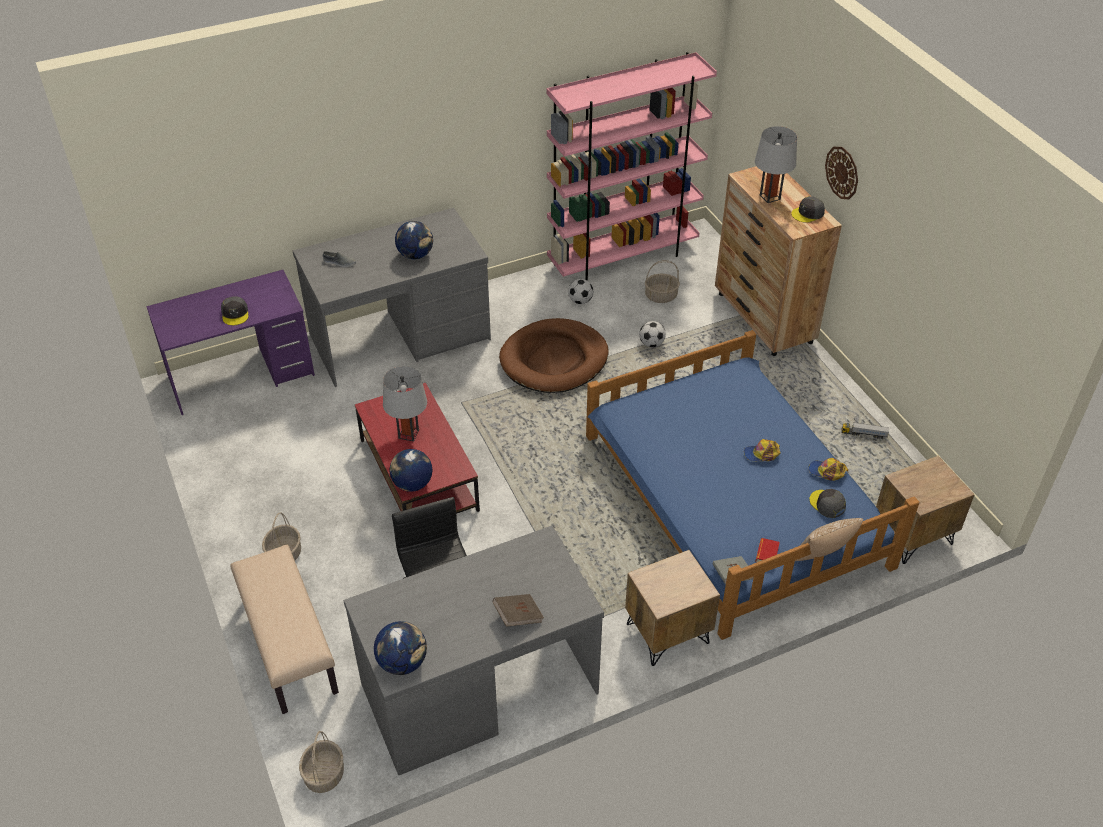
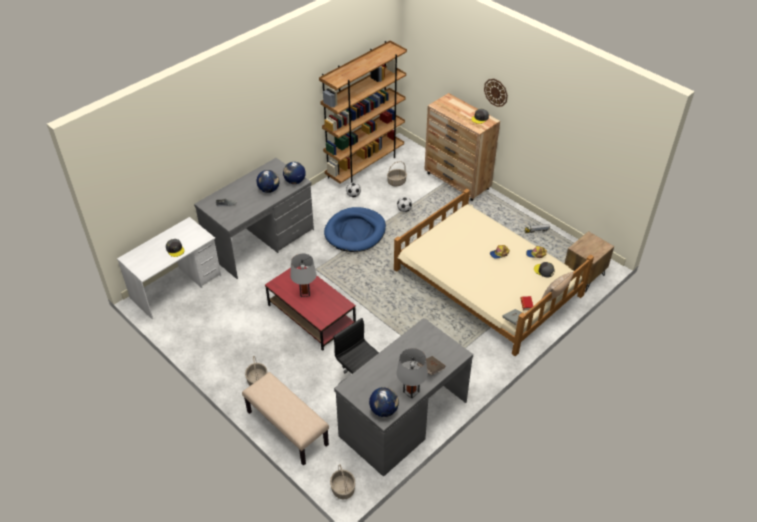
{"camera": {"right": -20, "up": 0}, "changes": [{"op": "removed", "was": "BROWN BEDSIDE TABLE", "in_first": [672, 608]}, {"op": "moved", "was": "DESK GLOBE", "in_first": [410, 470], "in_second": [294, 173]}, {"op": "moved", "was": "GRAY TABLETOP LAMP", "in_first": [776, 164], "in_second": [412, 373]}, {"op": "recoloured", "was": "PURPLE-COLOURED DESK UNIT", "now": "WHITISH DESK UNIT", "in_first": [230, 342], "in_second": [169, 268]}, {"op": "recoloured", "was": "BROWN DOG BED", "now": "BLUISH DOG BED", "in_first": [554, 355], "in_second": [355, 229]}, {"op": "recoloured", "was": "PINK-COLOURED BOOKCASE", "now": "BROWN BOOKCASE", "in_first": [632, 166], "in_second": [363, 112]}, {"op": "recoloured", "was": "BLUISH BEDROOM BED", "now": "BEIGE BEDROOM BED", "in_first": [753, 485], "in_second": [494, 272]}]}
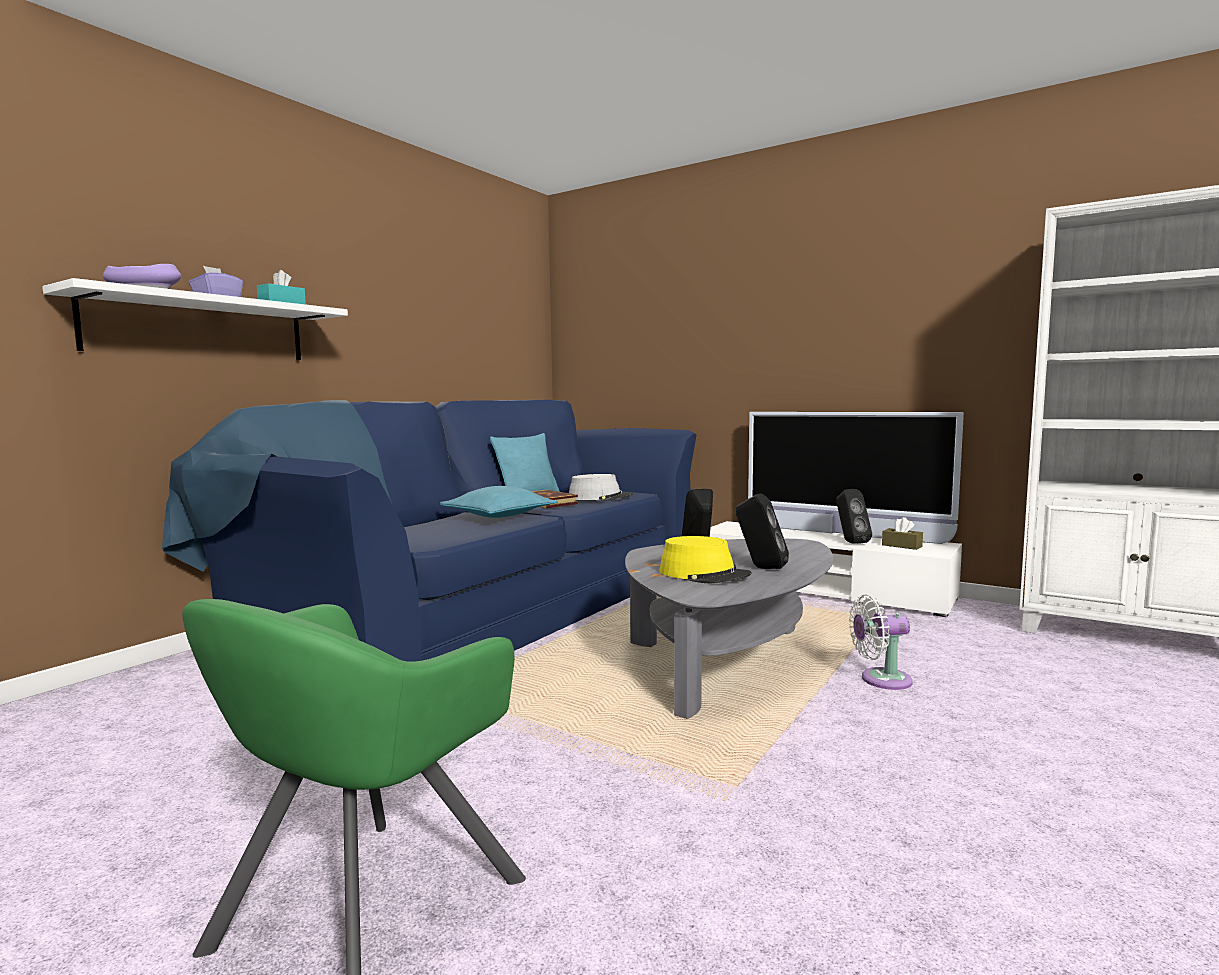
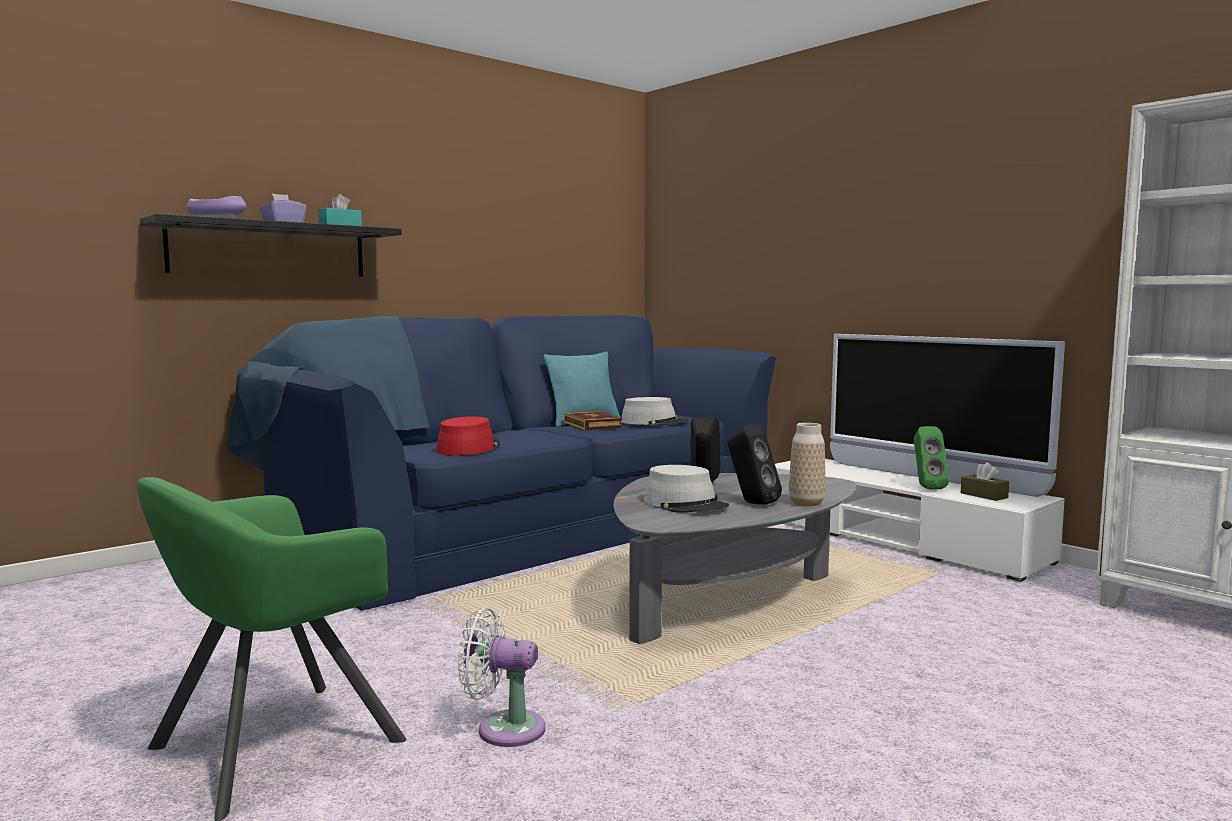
{"camera": {"right": 15, "up": 0}, "changes": [{"op": "removed", "was": "TURQUOISE-COLOURED CUSHION", "in_first": [499, 502]}, {"op": "added", "now": "RED-COLOURED CLOTHING HAT", "in_second": [468, 436]}, {"op": "added", "now": "FLOWER VASE", "in_second": [807, 464]}, {"op": "moved", "was": "WHITISH COOLING FAN", "in_first": [881, 642], "in_second": [501, 677]}, {"op": "recoloured", "was": "WHITISH BRACKET SHELF", "now": "BLACK-COLOURED BRACKET SHELF", "in_first": [195, 319], "in_second": [271, 245]}, {"op": "recoloured", "was": "YELLOW CLOTHING HAT", "now": "GRAY CLOTHING HAT", "in_first": [706, 560], "in_second": [686, 489]}, {"op": "recoloured", "was": "BLACK-COLOURED LOUDSPEAKER", "now": "GREEN LOUDSPEAKER", "in_first": [854, 516], "in_second": [931, 457]}]}
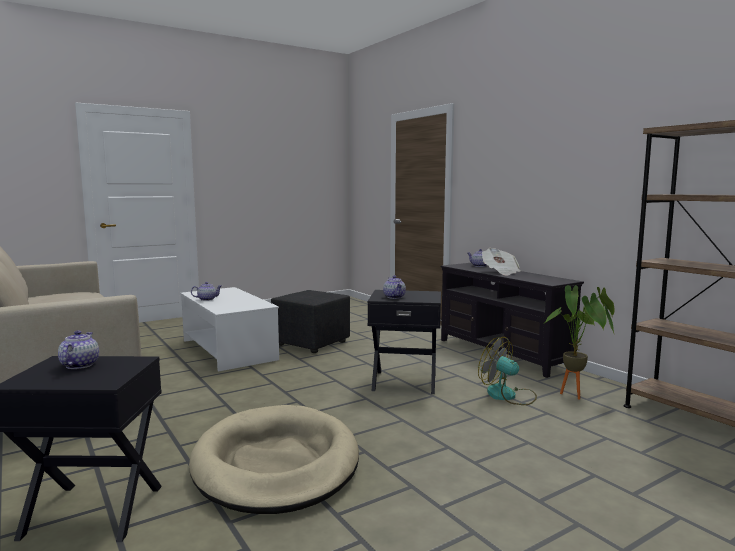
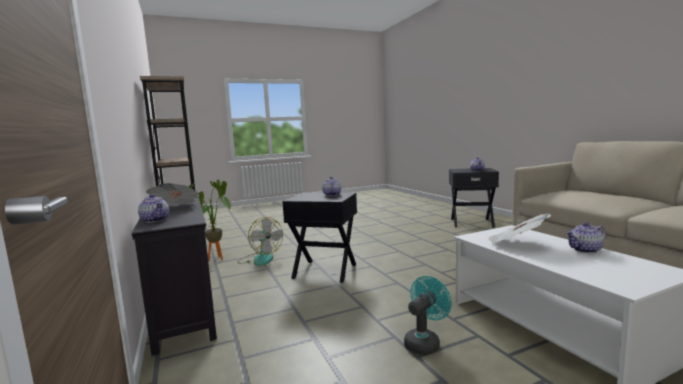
{"camera": {"right": -170, "up": 0}, "changes": [{"op": "removed", "was": "BEIGE DOG BED", "in_first": [274, 459]}, {"op": "added", "now": "PRINTED PAPER", "in_second": [520, 229]}, {"op": "replaced", "was": "BLACK-COLOURED FOOTREST", "now": "TURQUOISE-COLOURED COOLING FAN", "in_first": [310, 321], "in_second": [428, 315]}]}
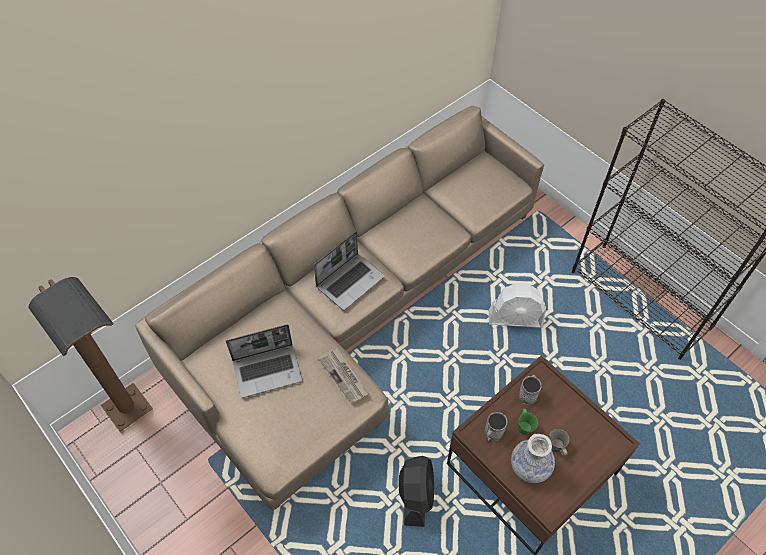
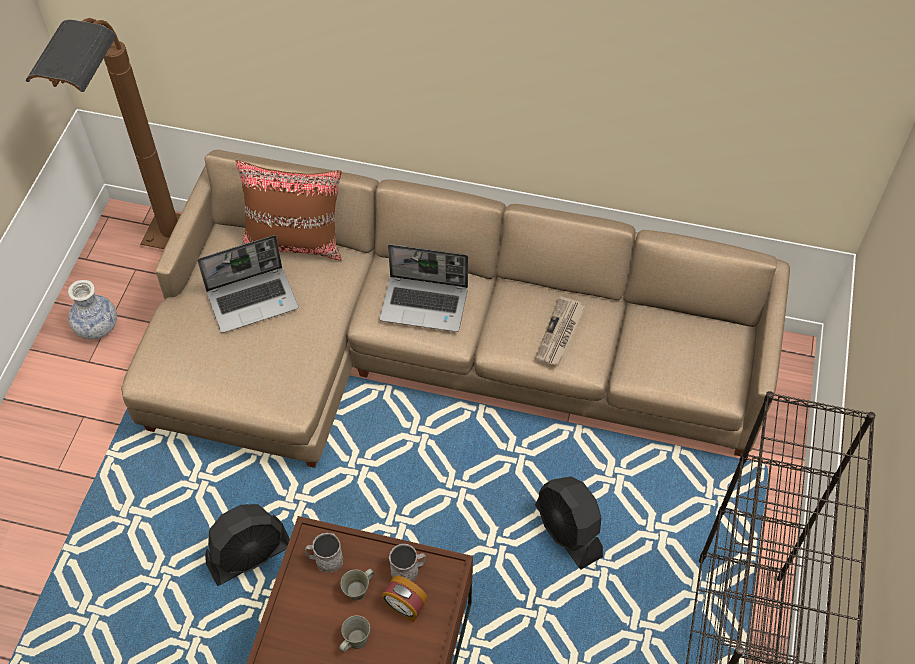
{"camera": {"right": 55, "up": 0}, "changes": [{"op": "added", "now": "BROWN CUSHION", "in_second": [288, 210]}, {"op": "added", "now": "ALARM CLOCK", "in_second": [405, 599]}, {"op": "moved", "was": "PRINTED PAPER", "in_first": [343, 376], "in_second": [560, 331]}, {"op": "moved", "was": "FLOWER VASE", "in_first": [533, 458], "in_second": [92, 309]}, {"op": "recoloured", "was": "WHITISH COOLING FAN", "now": "BLACK-COLOURED COOLING FAN", "in_first": [517, 305], "in_second": [569, 523]}, {"op": "recoloured", "was": "GREEN MUG", "now": "GRAY MUG", "in_first": [528, 422], "in_second": [357, 585]}, {"op": "turned", "was": "PORTABLE COMPUTER", "in_first": [264, 361], "in_second": [247, 284], "clockwise": -60}]}
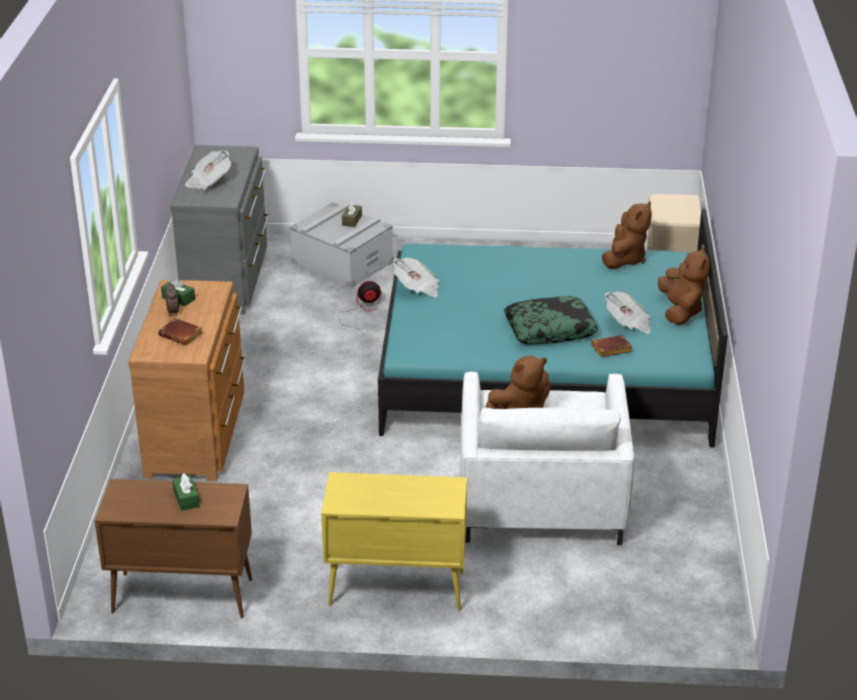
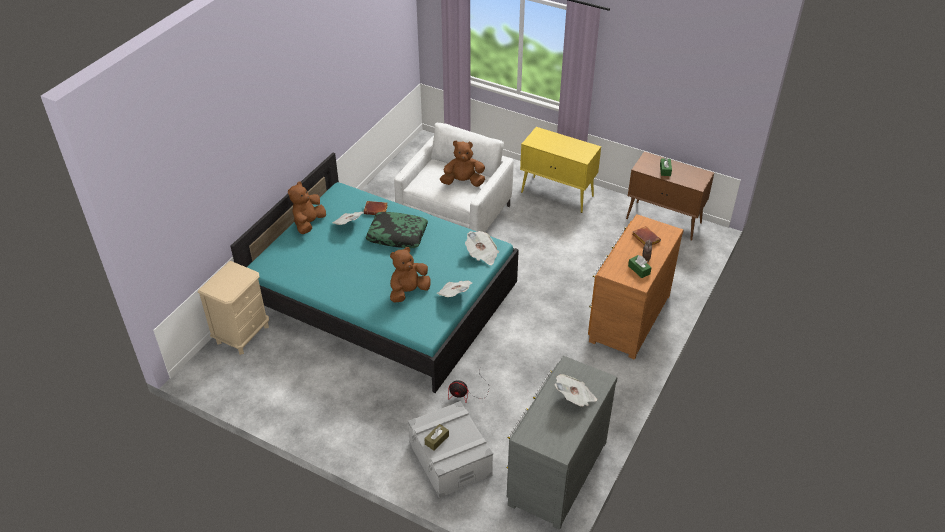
{"camera": {"right": -155, "up": 10}, "changes": [{"op": "added", "now": "PRINTED PAPER", "in_second": [482, 248]}, {"op": "moved", "was": "BROWN CUDDLY TOY", "in_first": [627, 235], "in_second": [410, 275]}]}
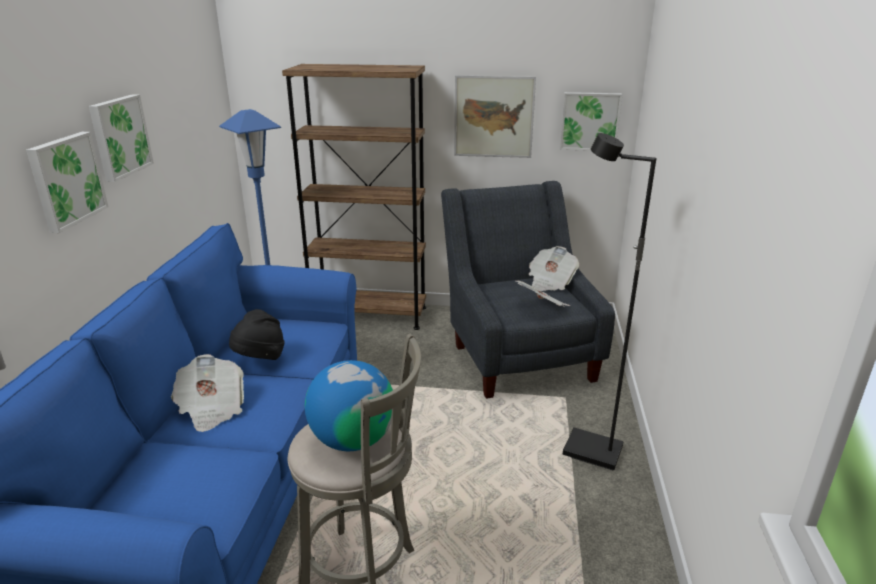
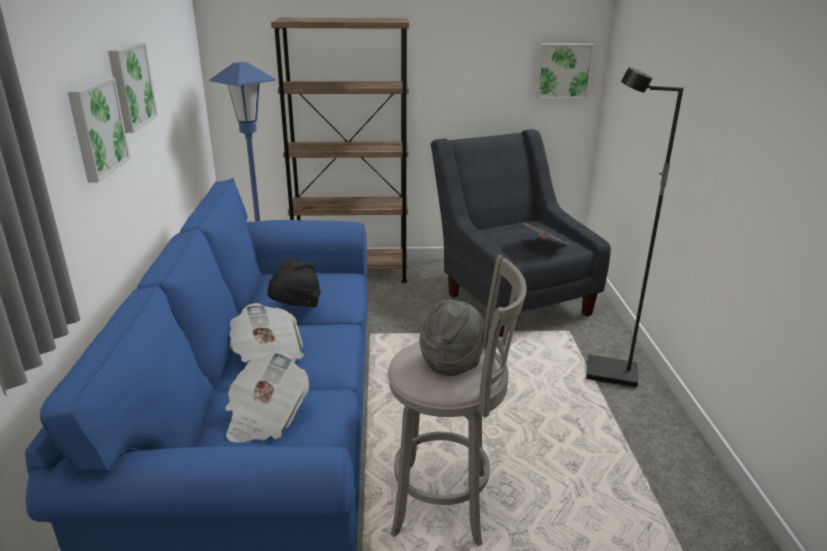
{"camera": {"right": -10, "up": 0}, "changes": [{"op": "removed", "was": "PICTURE", "in_first": [495, 116]}, {"op": "moved", "was": "PRINTED PAPER", "in_first": [554, 268], "in_second": [267, 397]}, {"op": "replaced", "was": "DESK GLOBE", "now": "GRAY CLOTHING HAT", "in_first": [349, 405], "in_second": [451, 338]}]}
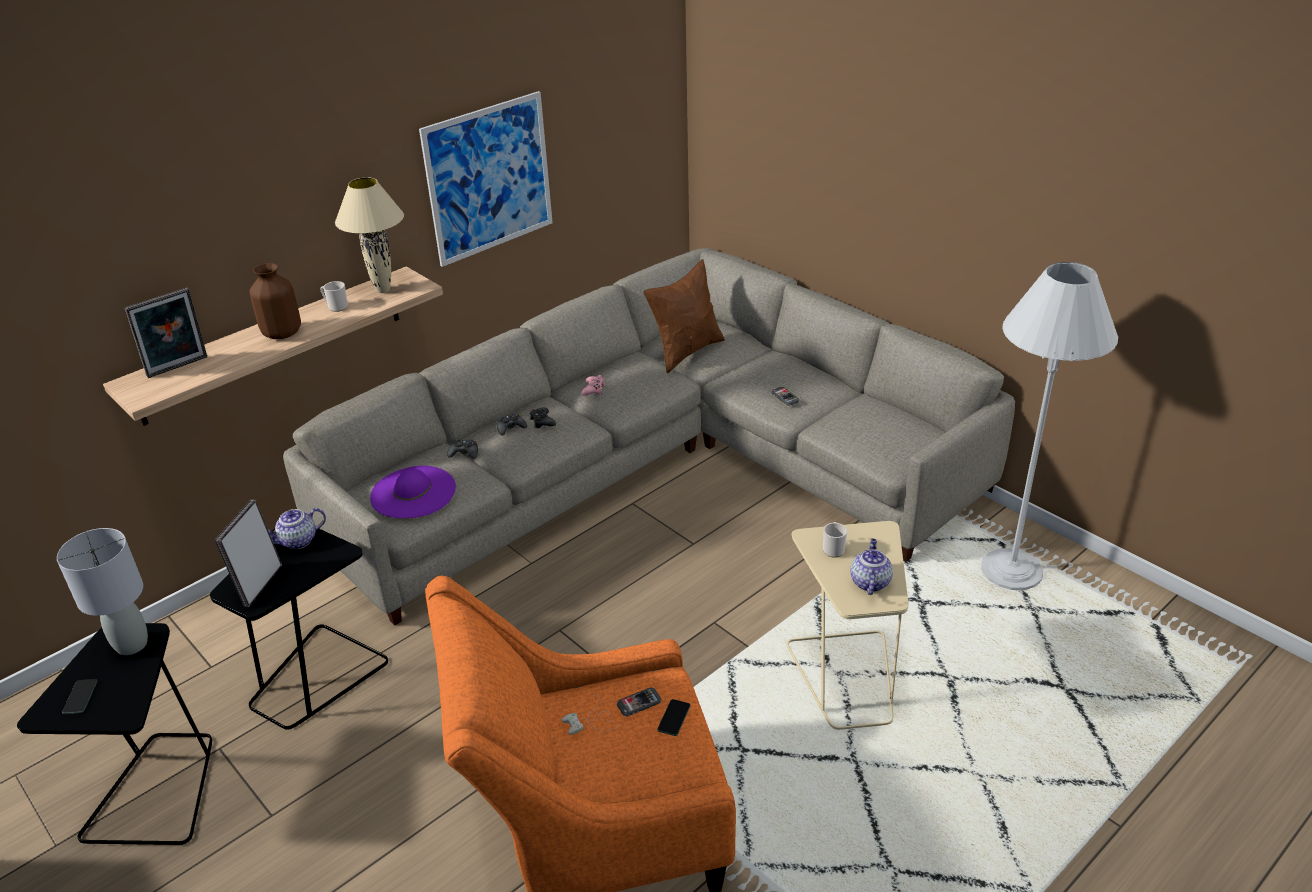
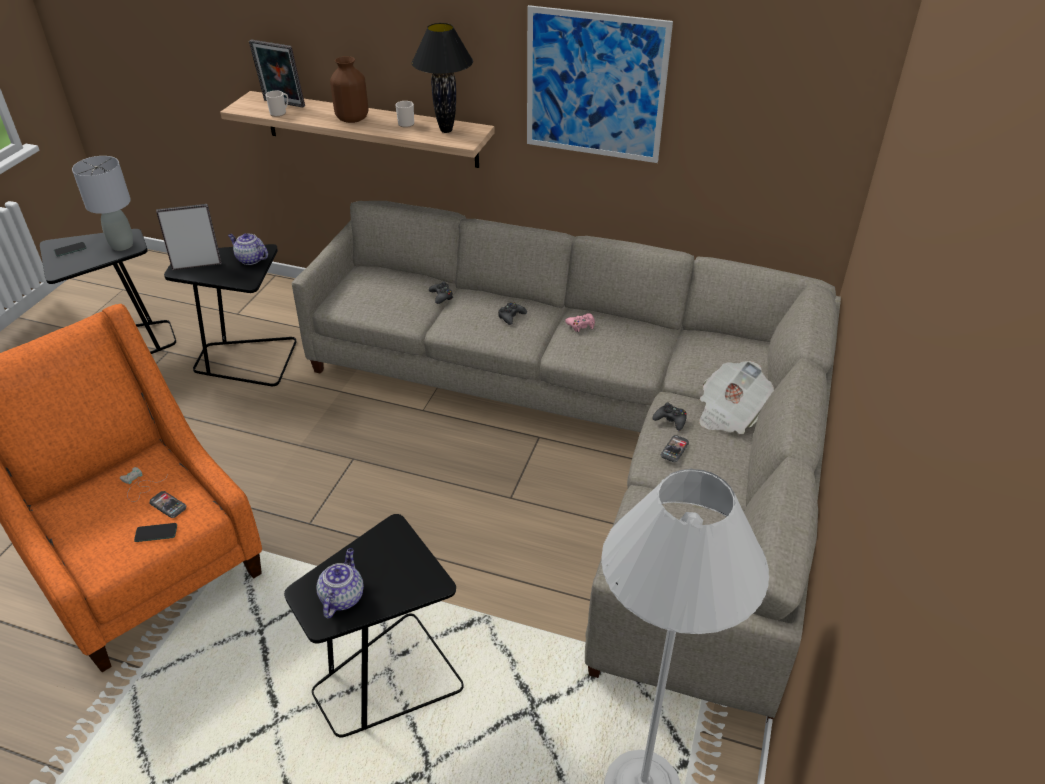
{"camera": {"right": 60, "up": 5}, "changes": [{"op": "removed", "was": "PURPLE-COLOURED CLOTHING HAT", "in_first": [413, 492]}, {"op": "removed", "was": "BROWN CUSHION", "in_first": [684, 316]}, {"op": "added", "now": "PRINTED PAPER", "in_second": [736, 397]}, {"op": "moved", "was": "BLACK-COLOURED GAMEPAD", "in_first": [512, 424], "in_second": [670, 417]}, {"op": "moved", "was": "MUG", "in_first": [835, 540], "in_second": [276, 104]}, {"op": "recoloured", "was": "BEIGE TABLETOP LAMP", "now": "BLACK-COLOURED TABLETOP LAMP", "in_first": [369, 235], "in_second": [442, 78]}, {"op": "recoloured", "was": "BEIGE END TABLE", "now": "BLACK-COLOURED END TABLE", "in_first": [847, 625], "in_second": [374, 626]}, {"op": "turned", "was": "POT FOR TEA", "in_first": [871, 567], "in_second": [340, 583], "clockwise": -60}]}
